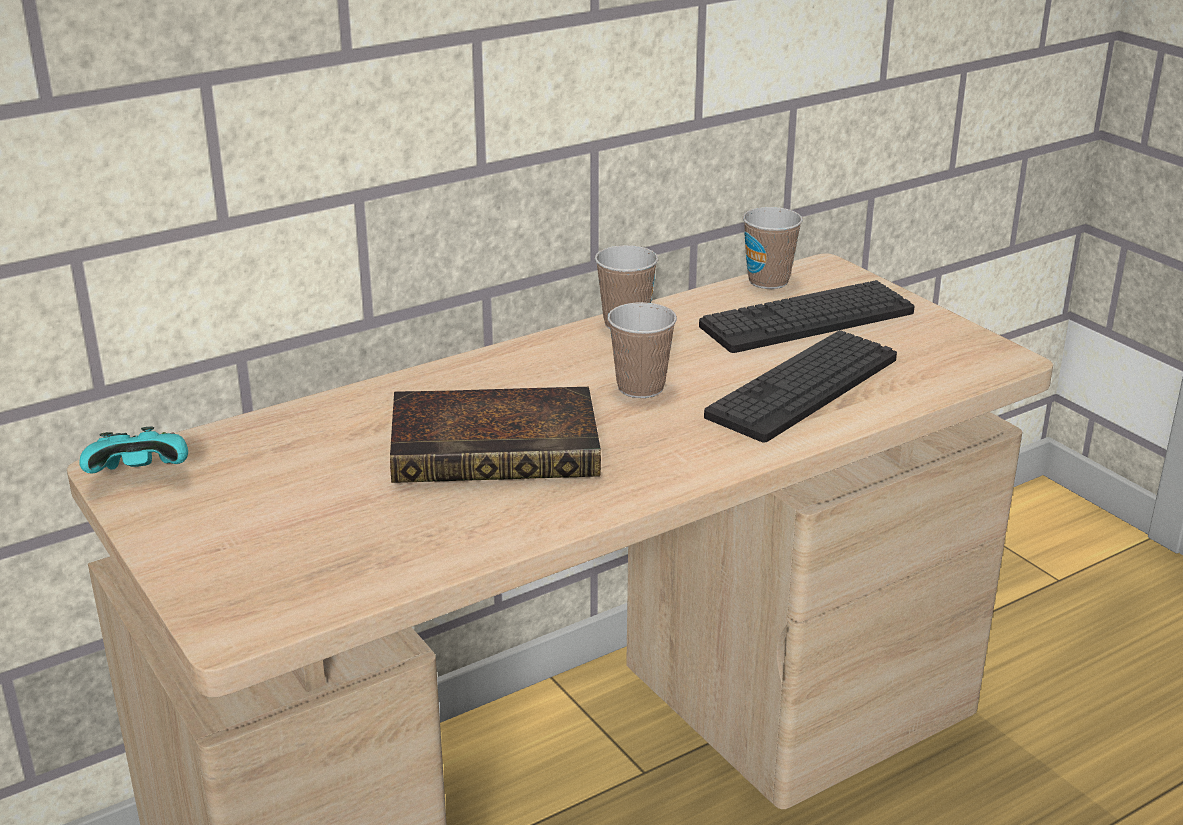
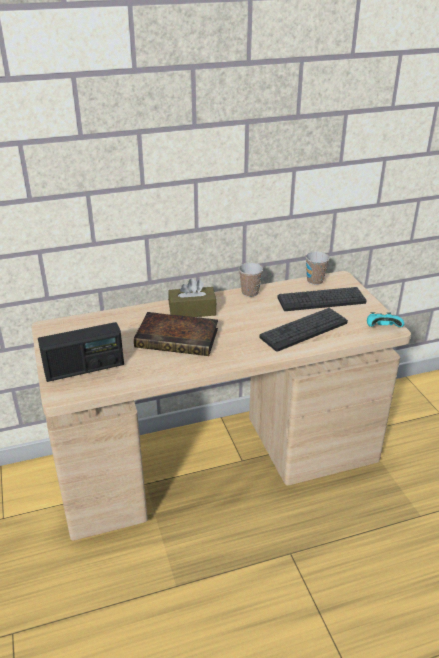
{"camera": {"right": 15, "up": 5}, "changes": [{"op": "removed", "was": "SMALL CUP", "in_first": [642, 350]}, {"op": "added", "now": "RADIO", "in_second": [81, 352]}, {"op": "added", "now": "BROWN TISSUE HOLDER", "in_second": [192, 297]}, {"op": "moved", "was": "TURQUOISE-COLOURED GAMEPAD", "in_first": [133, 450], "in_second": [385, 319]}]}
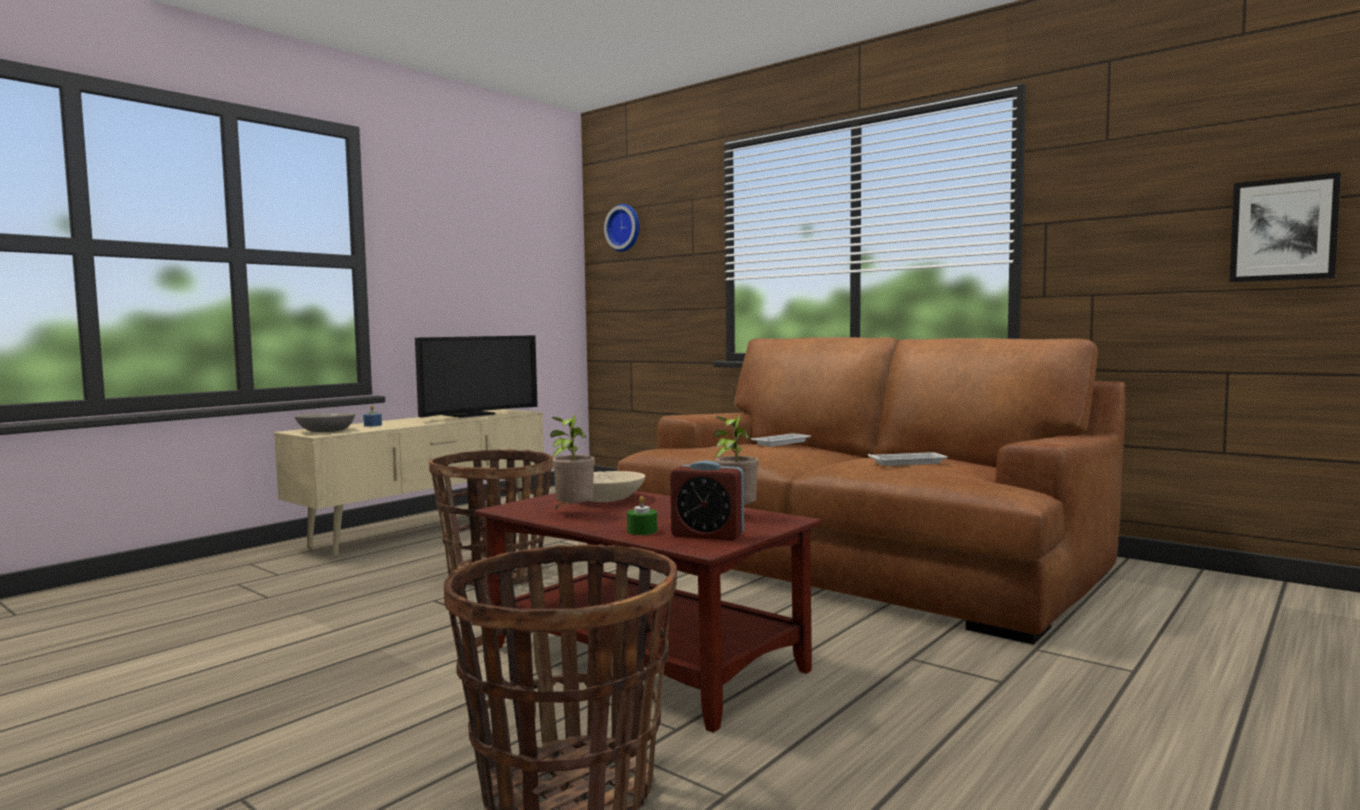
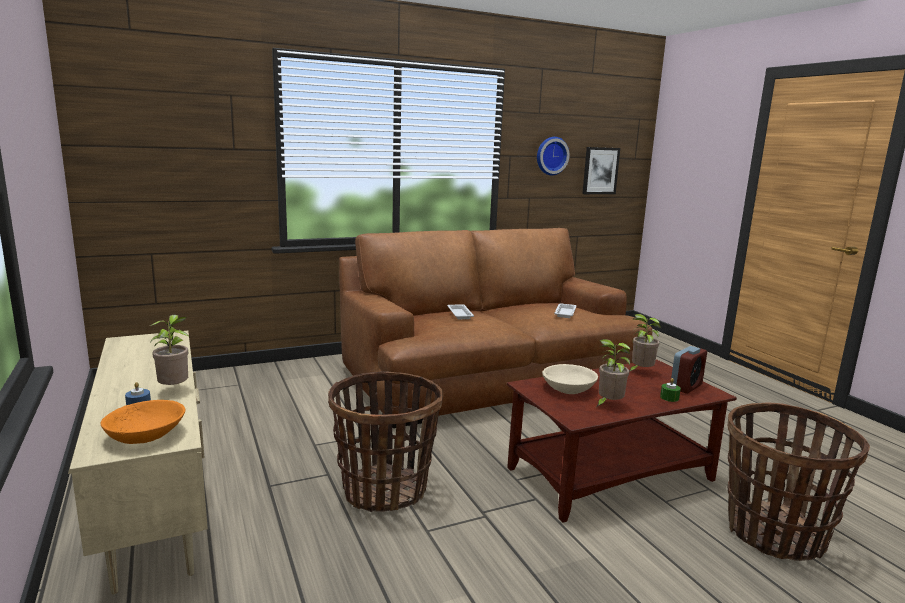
{"camera": {"right": -65, "up": 10}, "changes": [{"op": "removed", "was": "TV", "in_first": [476, 376]}, {"op": "added", "now": "POTTED PLANT", "in_second": [169, 350]}, {"op": "moved", "was": "WALL CLOCK", "in_first": [622, 228], "in_second": [553, 156]}, {"op": "recoloured", "was": "GRAY DEEP DISH", "now": "ORANGE-COLOURED DEEP DISH", "in_first": [324, 422], "in_second": [142, 422]}]}
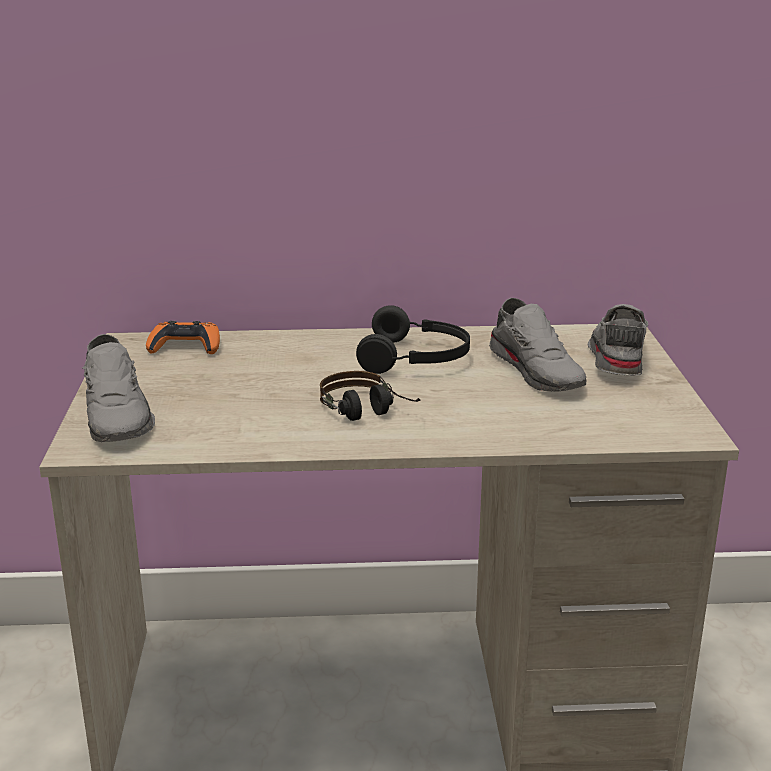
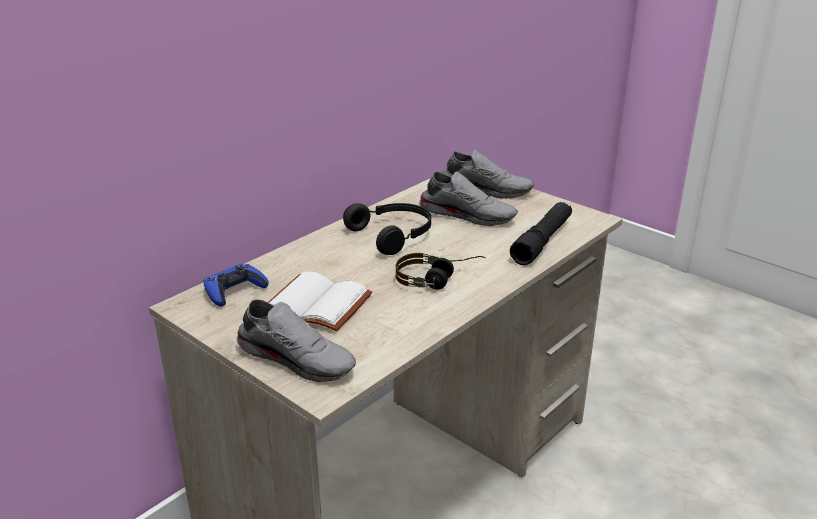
{"camera": {"right": -45, "up": 5}, "changes": [{"op": "added", "now": "WHITISH BOUND BOOK", "in_second": [320, 301]}, {"op": "added", "now": "BLACK-COLOURED HAND TORCH", "in_second": [541, 233]}, {"op": "recoloured", "was": "ORANGE-COLOURED GAMEPAD", "now": "BLUISH GAMEPAD", "in_first": [183, 337], "in_second": [236, 285]}, {"op": "turned", "was": "GRAY LOW SHOE", "in_first": [618, 340], "in_second": [488, 174], "clockwise": 135}]}
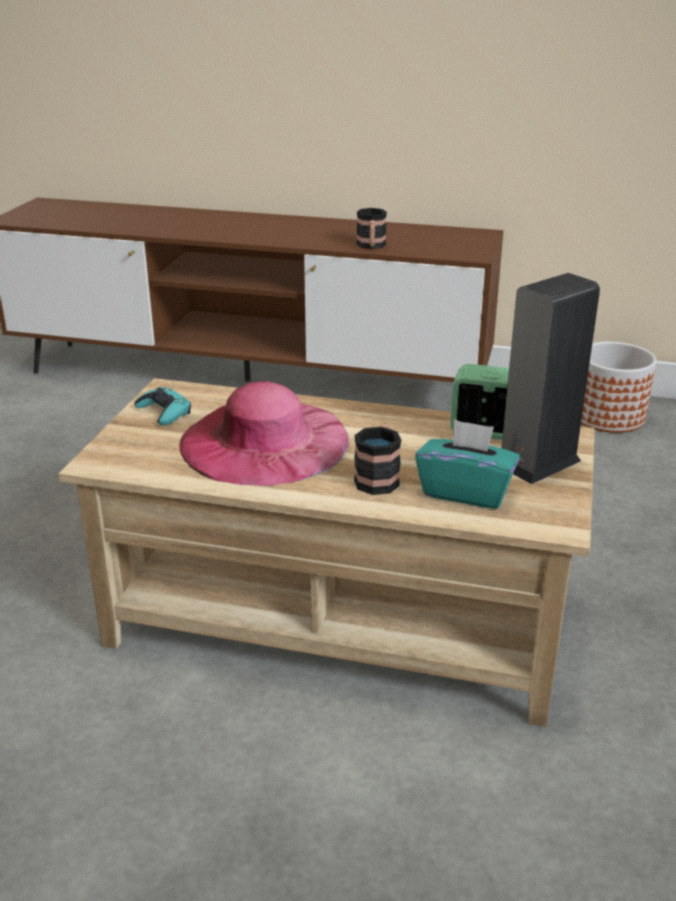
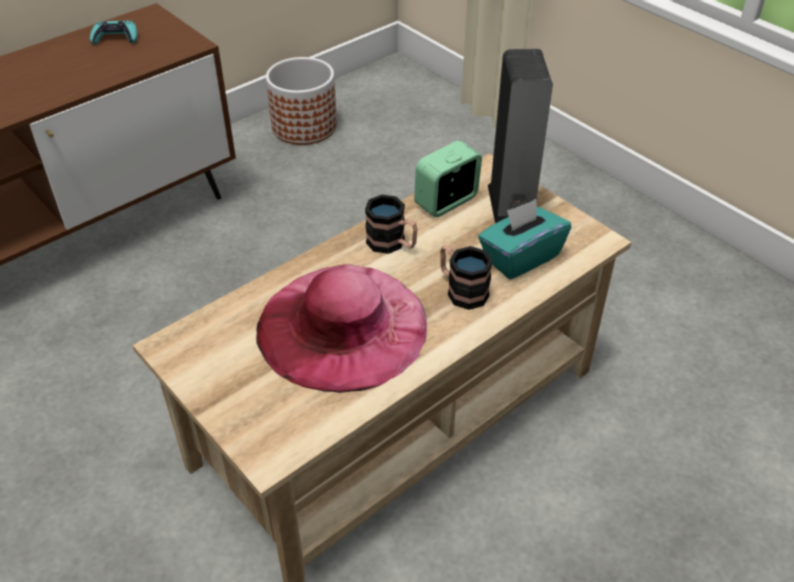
{"camera": {"right": -55, "up": 15}, "changes": [{"op": "moved", "was": "TURQUOISE-COLOURED GAMEPAD", "in_first": [162, 406], "in_second": [113, 33]}, {"op": "moved", "was": "MUG", "in_first": [371, 228], "in_second": [391, 224]}]}
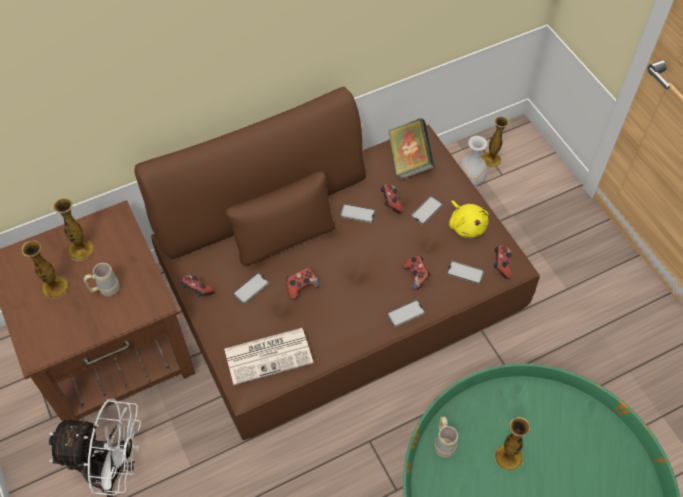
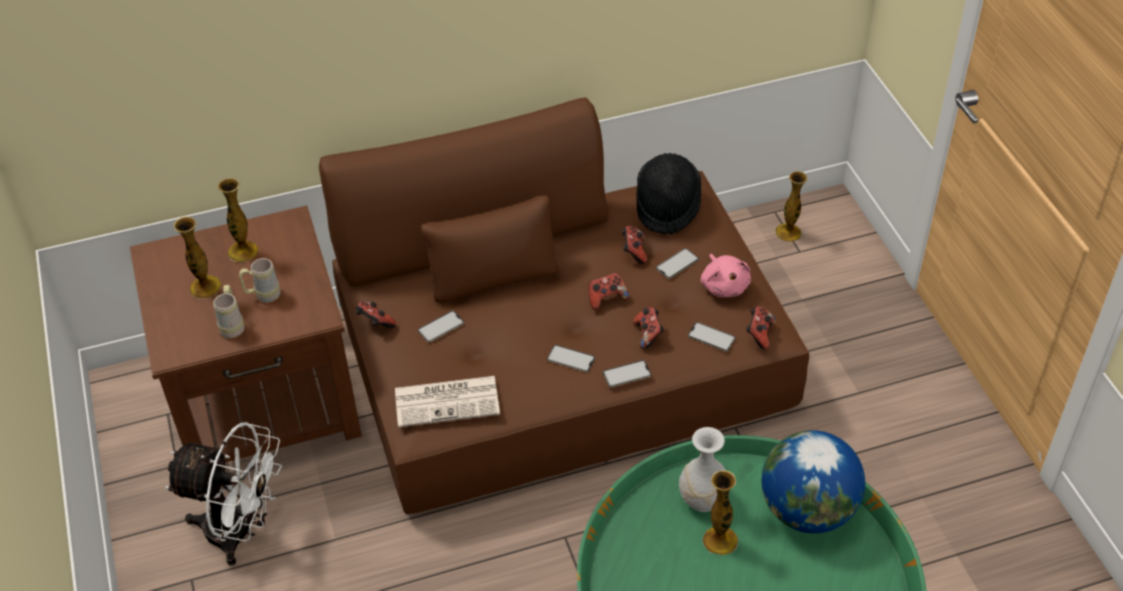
{"camera": {"right": 10, "up": -10}, "changes": [{"op": "added", "now": "DESK GLOBE", "in_second": [813, 481]}, {"op": "moved", "was": "GAMEPAD", "in_first": [302, 283], "in_second": [609, 291]}, {"op": "moved", "was": "HANDSET", "in_first": [357, 213], "in_second": [571, 358]}, {"op": "moved", "was": "BEIGE MUG", "in_first": [446, 437], "in_second": [229, 311]}, {"op": "moved", "was": "WHITISH FLOWER VASE", "in_first": [473, 161], "in_second": [702, 469]}, {"op": "replaced", "was": "BOUND BOOK", "now": "BLACK-COLOURED CLOTHING HAT", "in_first": [411, 148], "in_second": [668, 194]}, {"op": "recoloured", "was": "YELLOW CUDDLY TOY", "now": "PINK-COLOURED CUDDLY TOY", "in_first": [469, 219], "in_second": [726, 275]}]}
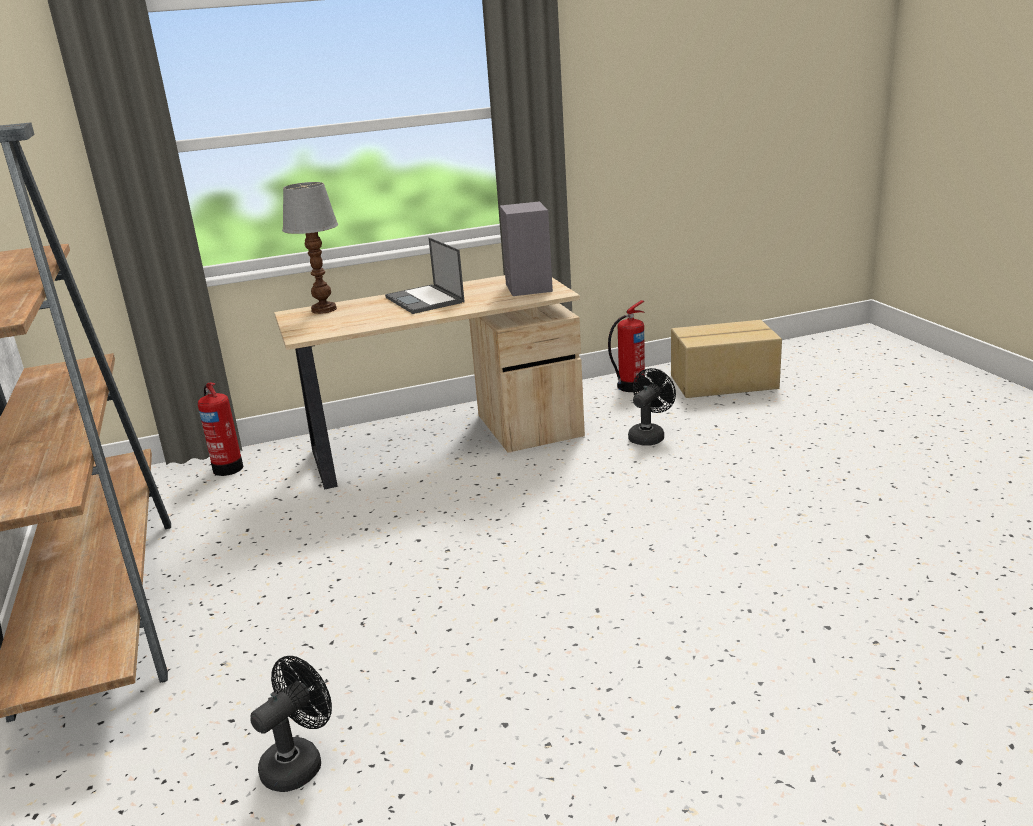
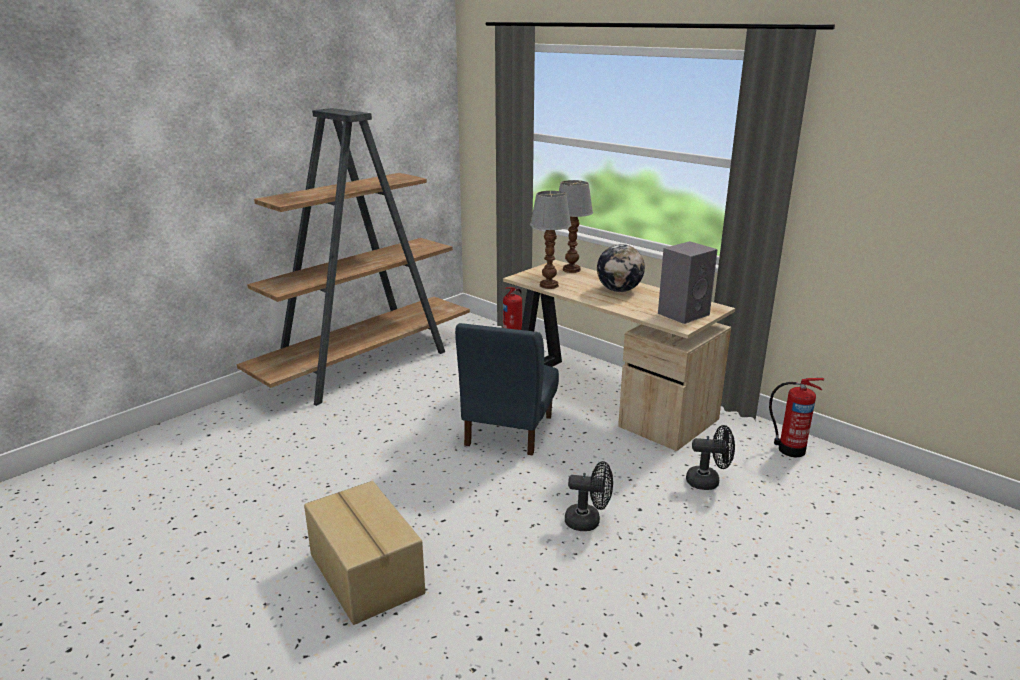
{"camera": {"right": 60, "up": 0}, "changes": [{"op": "added", "now": "BLUISH CHAIR", "in_second": [507, 389]}, {"op": "added", "now": "TABLETOP LAMP", "in_second": [550, 240]}, {"op": "moved", "was": "BLACK-COLOURED COOLING FAN", "in_first": [291, 724], "in_second": [589, 496]}, {"op": "moved", "was": "CARTON", "in_first": [726, 359], "in_second": [364, 553]}, {"op": "replaced", "was": "PORTABLE COMPUTER", "now": "DESK GLOBE", "in_first": [425, 275], "in_second": [621, 268]}]}
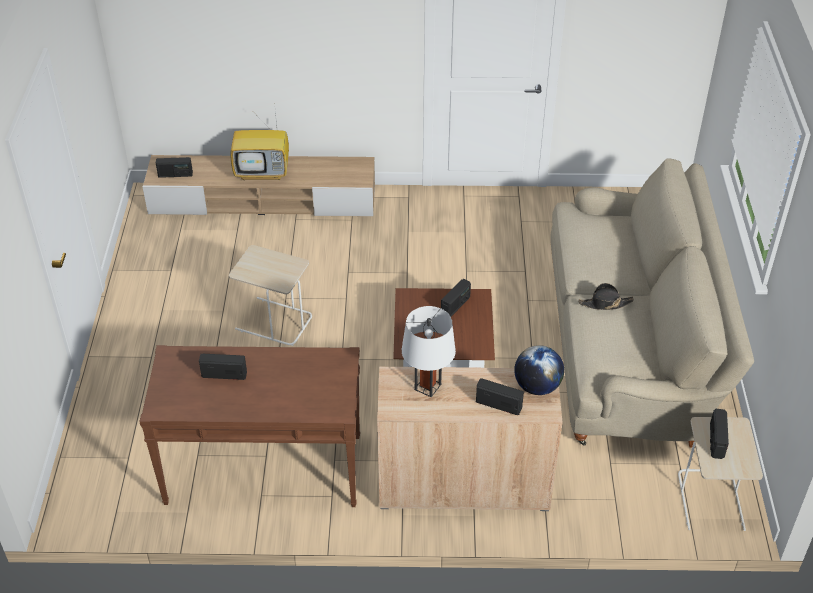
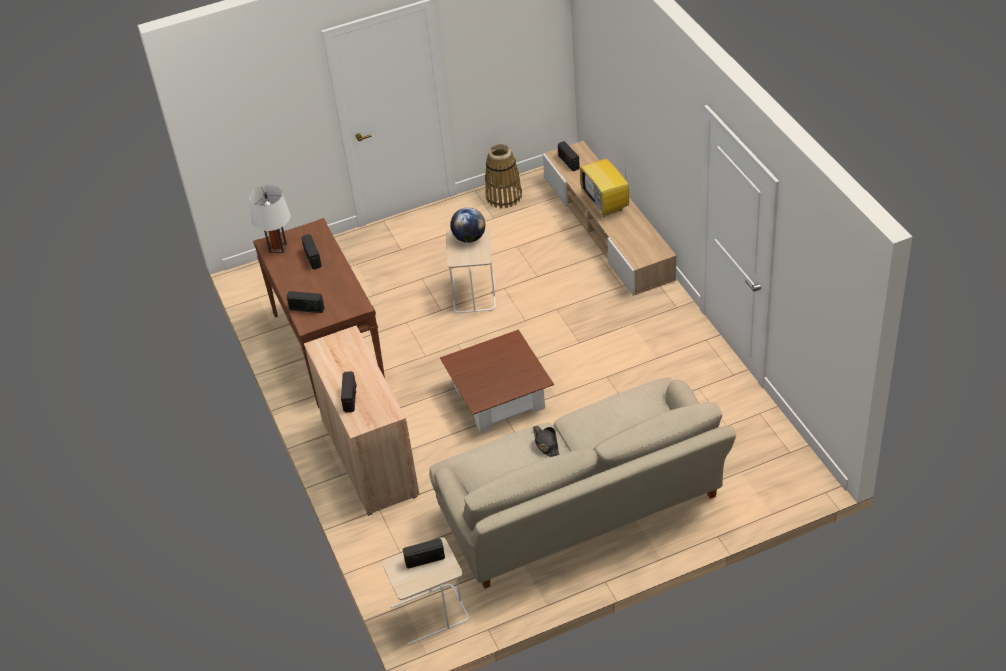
{"camera": {"right": 70, "up": 0}, "changes": [{"op": "added", "now": "HOUSEHOLD BASKET", "in_second": [503, 176]}, {"op": "moved", "was": "WHITISH TABLETOP LAMP", "in_first": [429, 351], "in_second": [270, 219]}, {"op": "moved", "was": "RADIO", "in_first": [456, 297], "in_second": [305, 302]}, {"op": "moved", "was": "DESK GLOBE", "in_first": [539, 370], "in_second": [467, 225]}]}
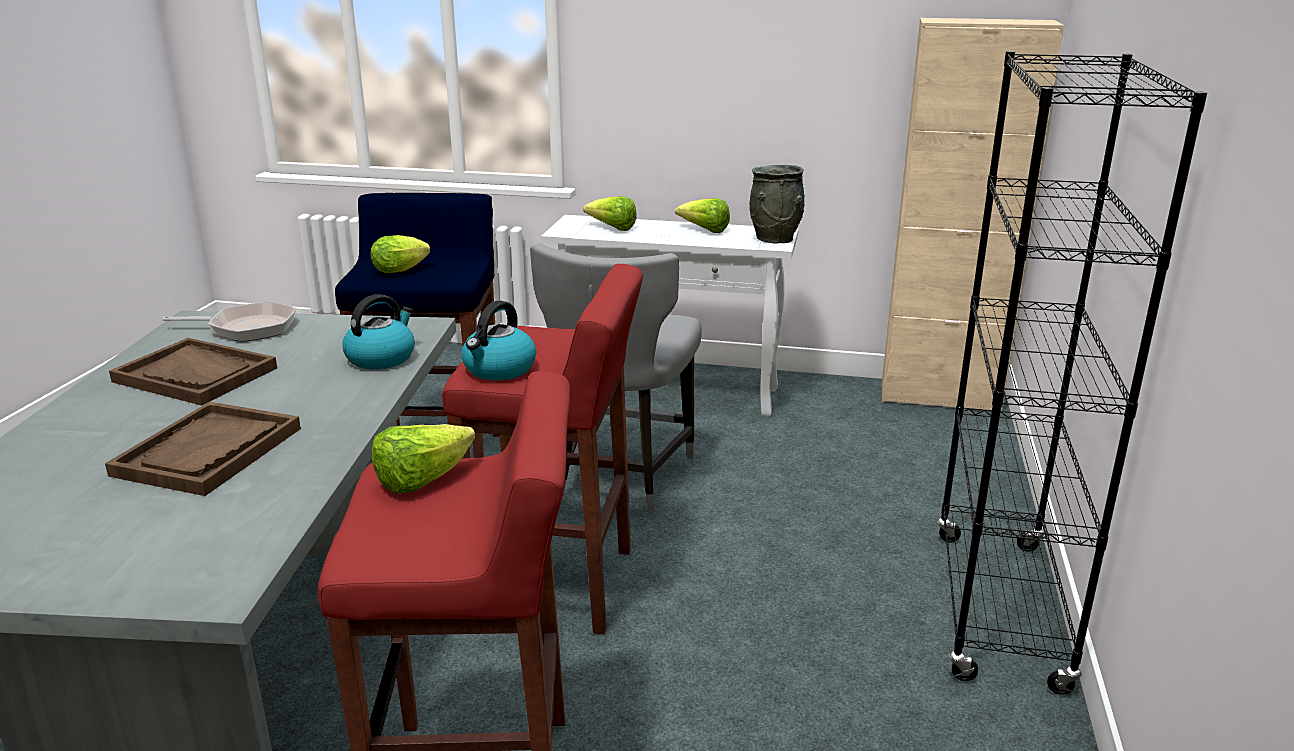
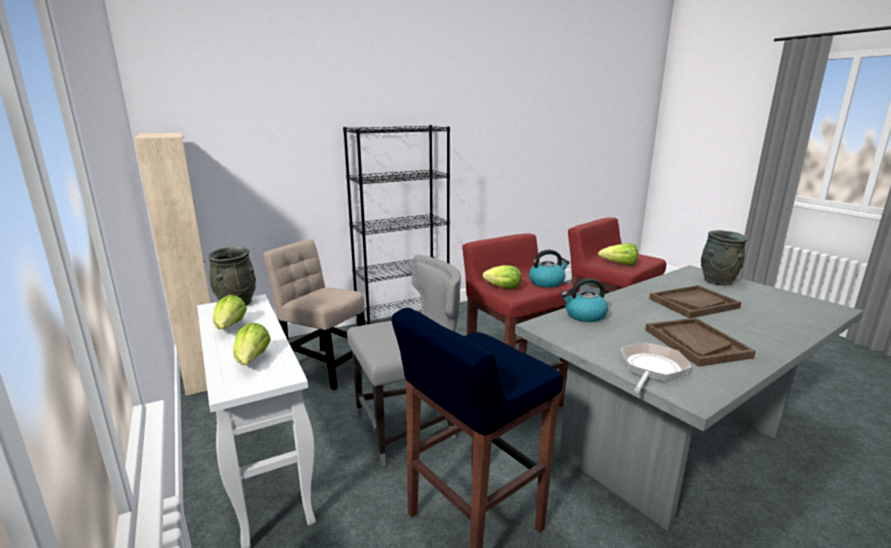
{"camera": {"right": -130, "up": -5}, "changes": [{"op": "added", "now": "BEIGE CHAIR", "in_second": [314, 314]}, {"op": "added", "now": "GRAY FLOWER VASE", "in_second": [724, 258]}, {"op": "moved", "was": "LETTUCE", "in_first": [400, 254], "in_second": [502, 277]}, {"op": "turned", "was": "FRYING PAN", "in_first": [229, 321], "in_second": [656, 367], "clockwise": 75}]}
